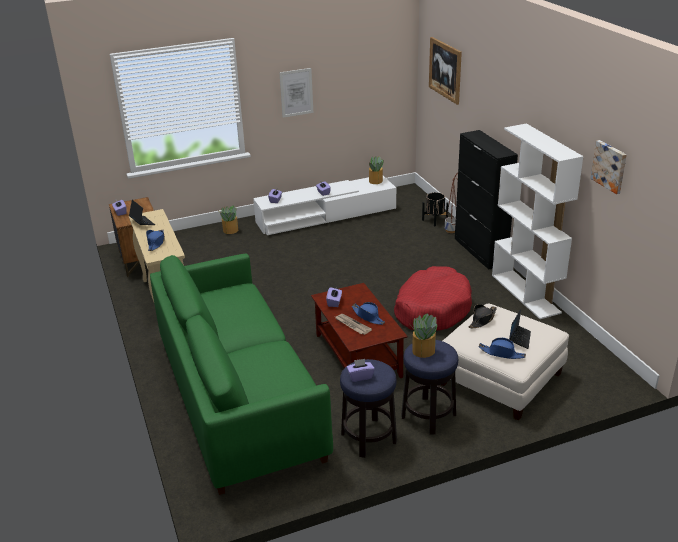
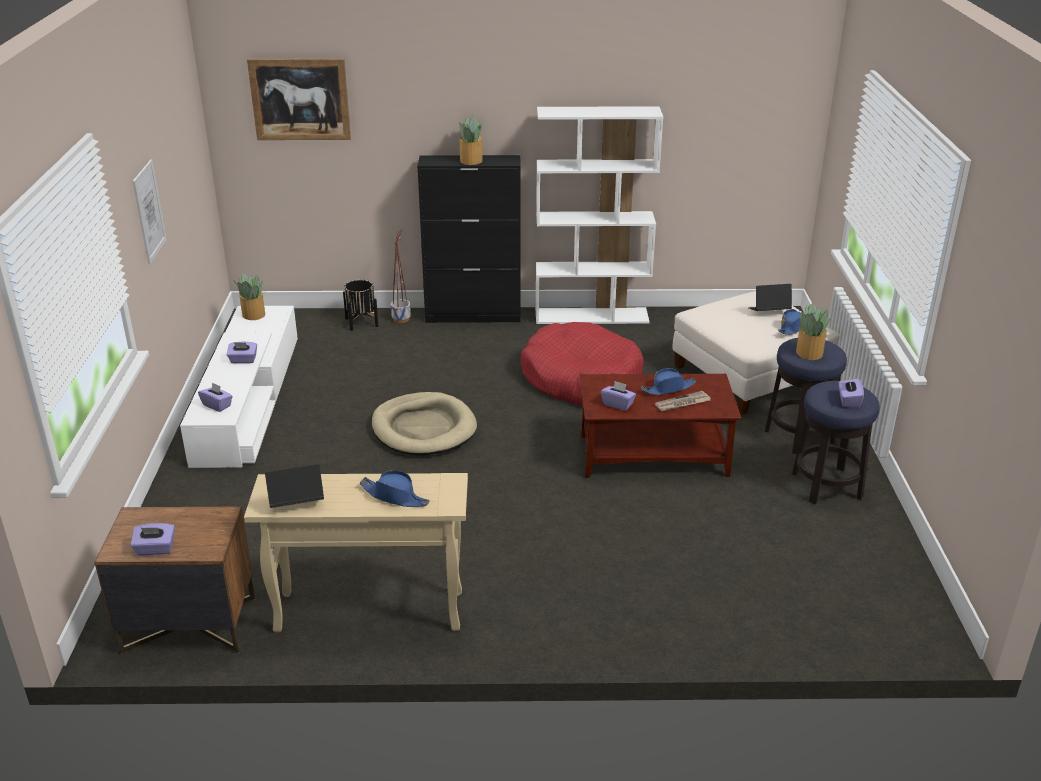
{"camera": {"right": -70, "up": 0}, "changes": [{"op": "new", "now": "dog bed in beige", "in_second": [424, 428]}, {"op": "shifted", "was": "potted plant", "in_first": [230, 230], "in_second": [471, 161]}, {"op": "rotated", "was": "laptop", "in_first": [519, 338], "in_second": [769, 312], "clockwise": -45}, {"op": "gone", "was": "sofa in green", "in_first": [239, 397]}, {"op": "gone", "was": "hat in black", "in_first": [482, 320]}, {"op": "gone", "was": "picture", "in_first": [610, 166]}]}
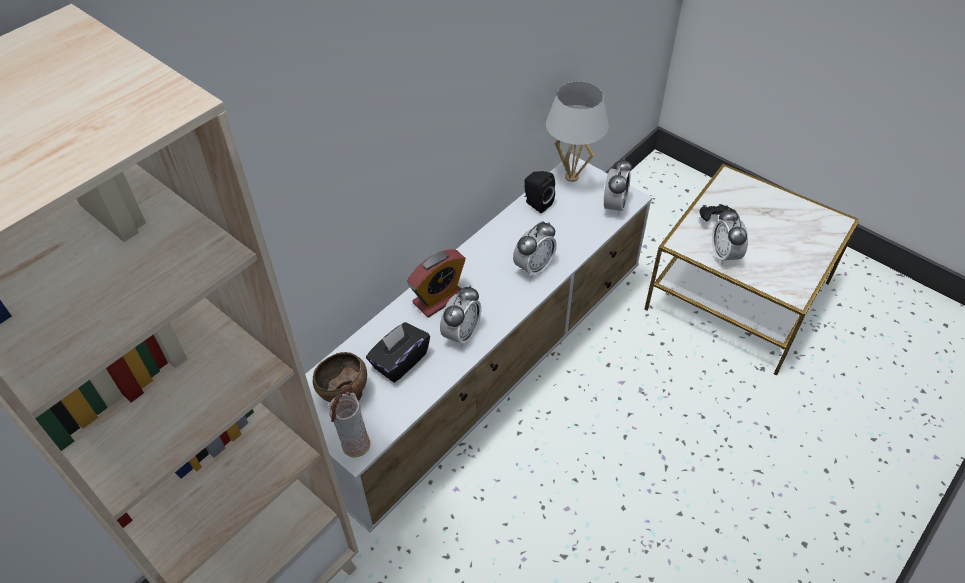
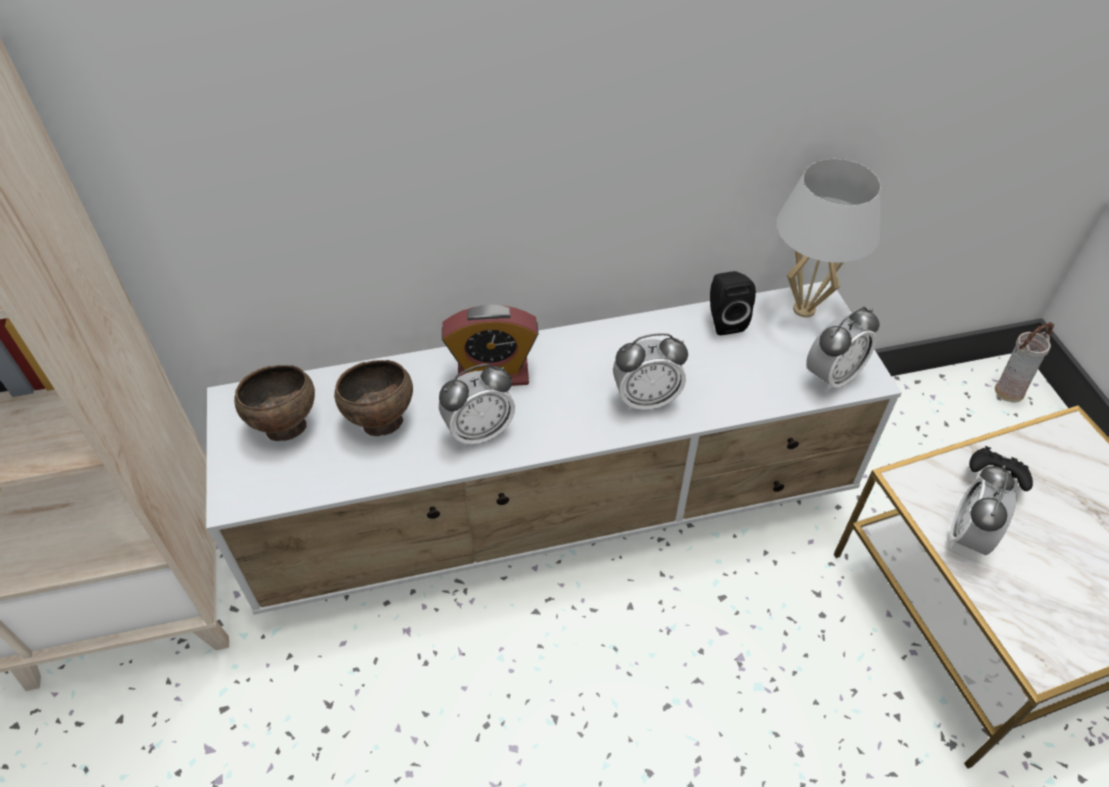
{"camera": {"right": 35, "up": 0}, "changes": [{"op": "swapped", "was": "tissue box in black", "now": "bowl in brown", "in_first": [399, 361], "in_second": [379, 422]}, {"op": "shifted", "was": "vase", "in_first": [354, 444], "in_second": [1007, 391]}]}
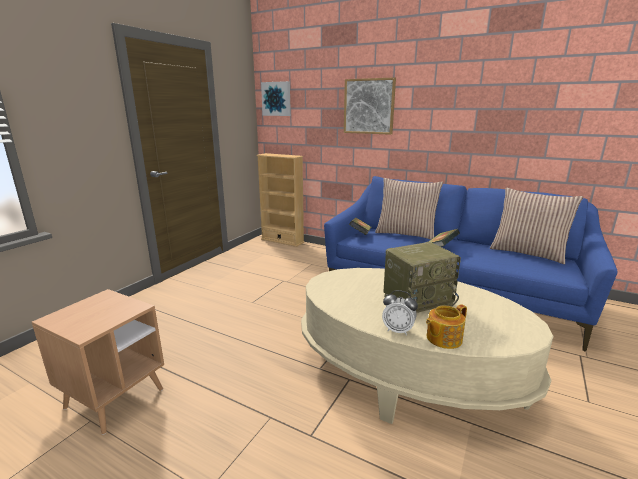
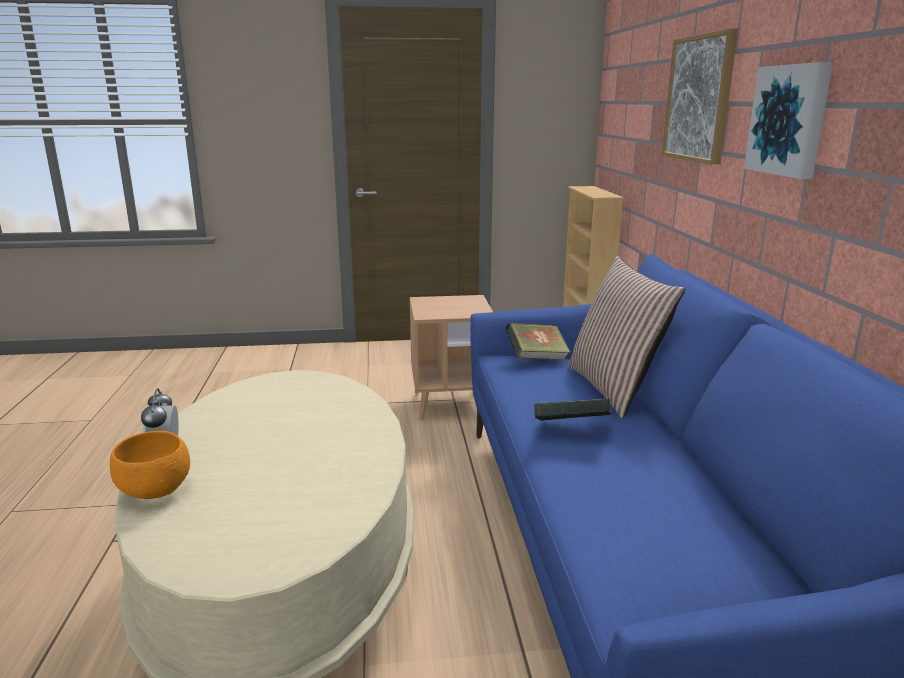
{"camera": {"right": 55, "up": 0}, "changes": [{"op": "swapped", "was": "teapot", "now": "bowl in orange", "in_first": [443, 338], "in_second": [157, 492]}, {"op": "shifted", "was": "side table in brown", "in_first": [115, 398], "in_second": [450, 404]}, {"op": "shifted", "was": "picture", "in_first": [276, 99], "in_second": [790, 120]}, {"op": "gone", "was": "radio", "in_first": [418, 300]}, {"op": "gone", "was": "pillow", "in_first": [528, 253]}]}
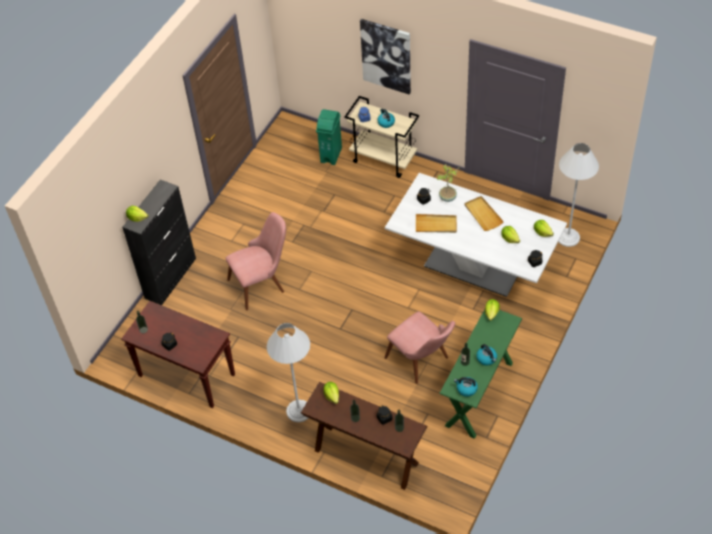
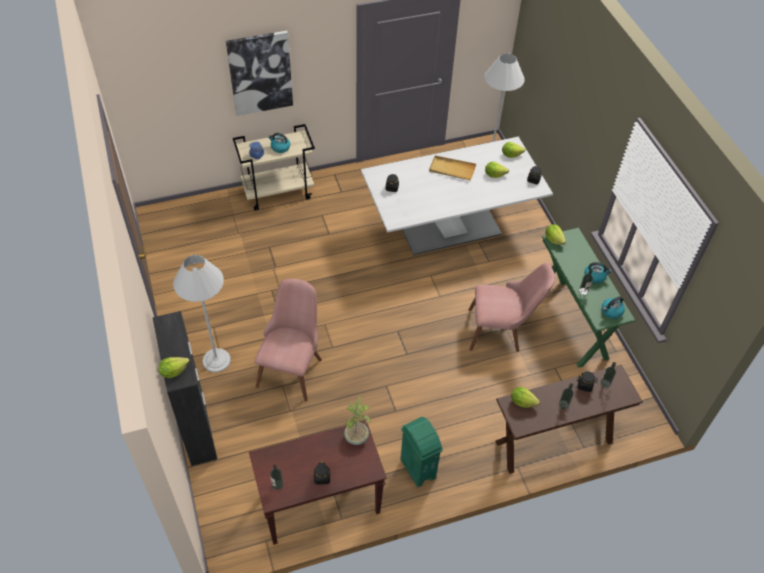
{"camera": {"right": -50, "up": 0}, "changes": [{"op": "shifted", "was": "floor lamp in white", "in_first": [299, 411], "in_second": [216, 360]}, {"op": "shifted", "was": "potted plant", "in_first": [448, 198], "in_second": [357, 437]}, {"op": "shifted", "was": "trash can in green", "in_first": [331, 155], "in_second": [417, 468]}, {"op": "gone", "was": "tray in beige", "in_first": [436, 225]}]}
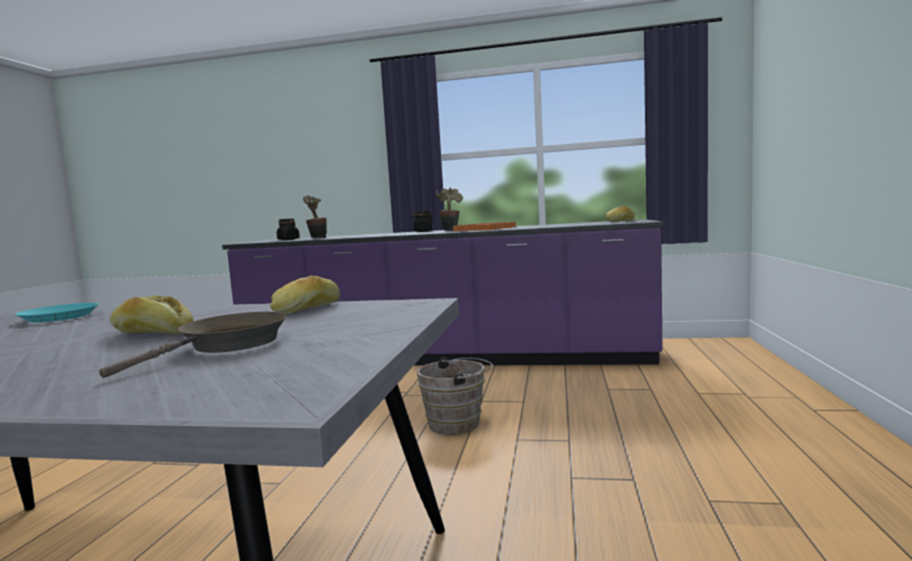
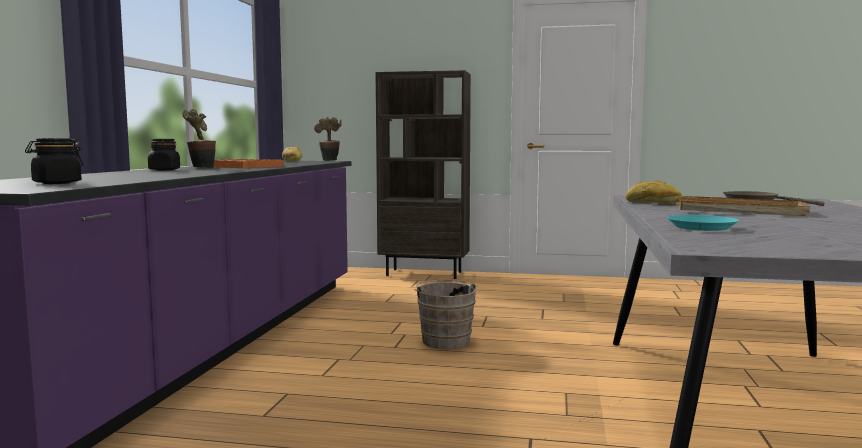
{"camera": {"right": -90, "up": 0}, "changes": [{"op": "shifted", "was": "potted plant", "in_first": [317, 238], "in_second": [329, 161]}, {"op": "new", "now": "bookcase in brown", "in_second": [425, 274]}, {"op": "swapped", "was": "bread", "now": "tray in beige", "in_first": [153, 333], "in_second": [740, 211]}]}
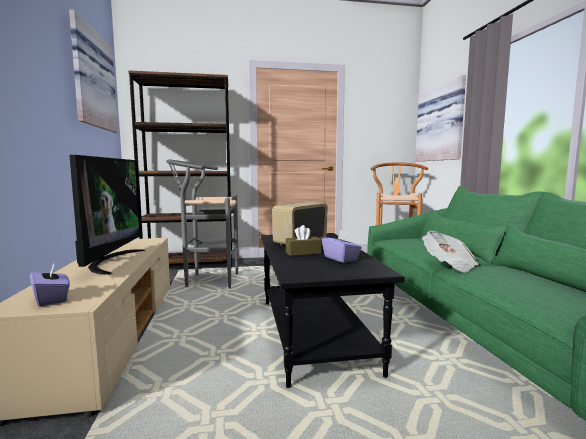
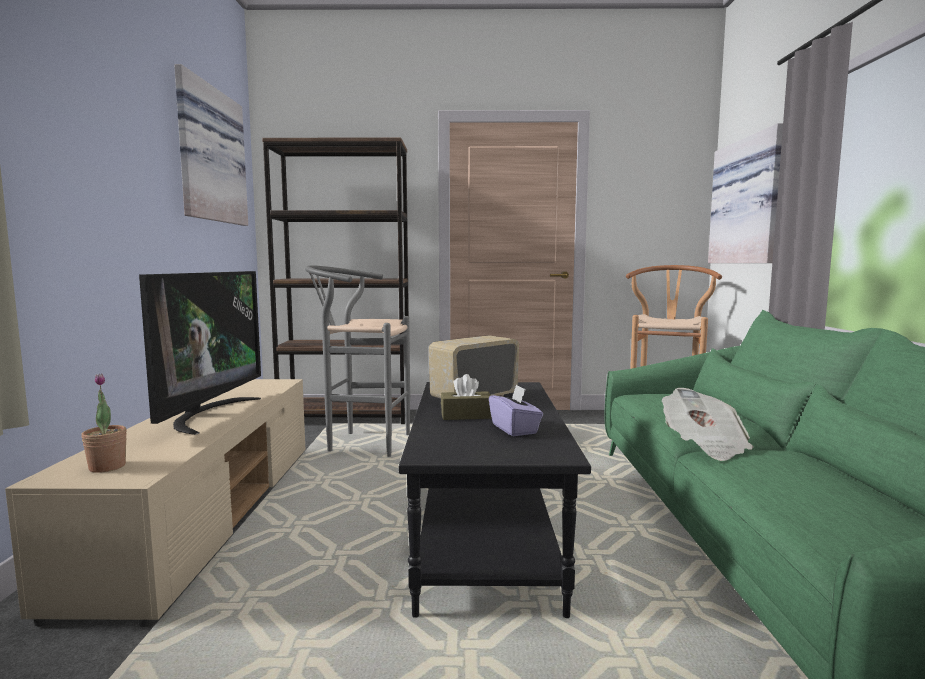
{"camera": {"right": 10, "up": 0}, "changes": [{"op": "swapped", "was": "tissue box in purple", "now": "potted plant", "in_first": [51, 299], "in_second": [107, 467]}]}
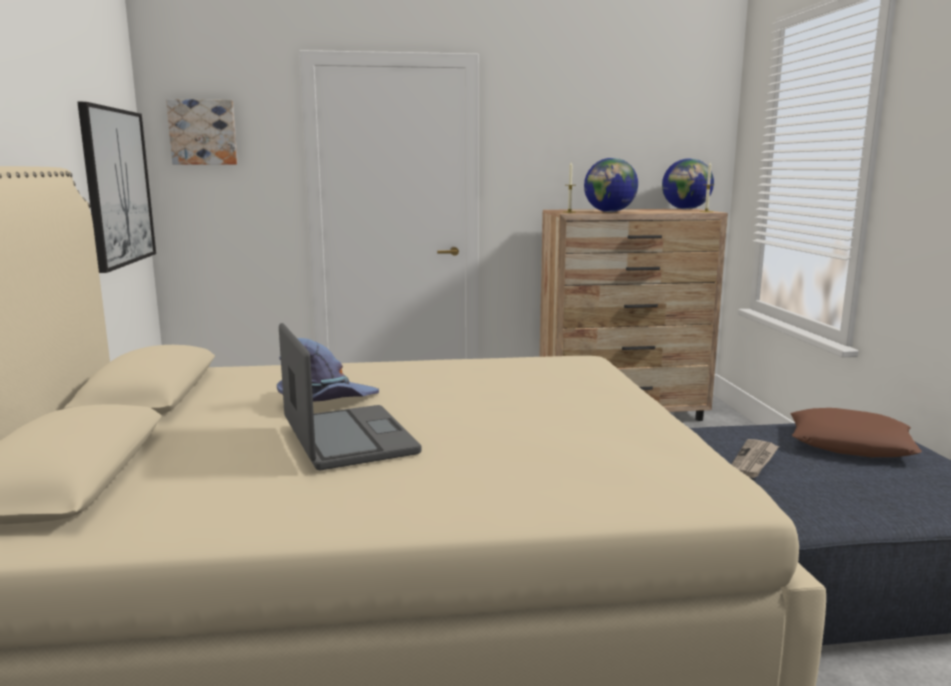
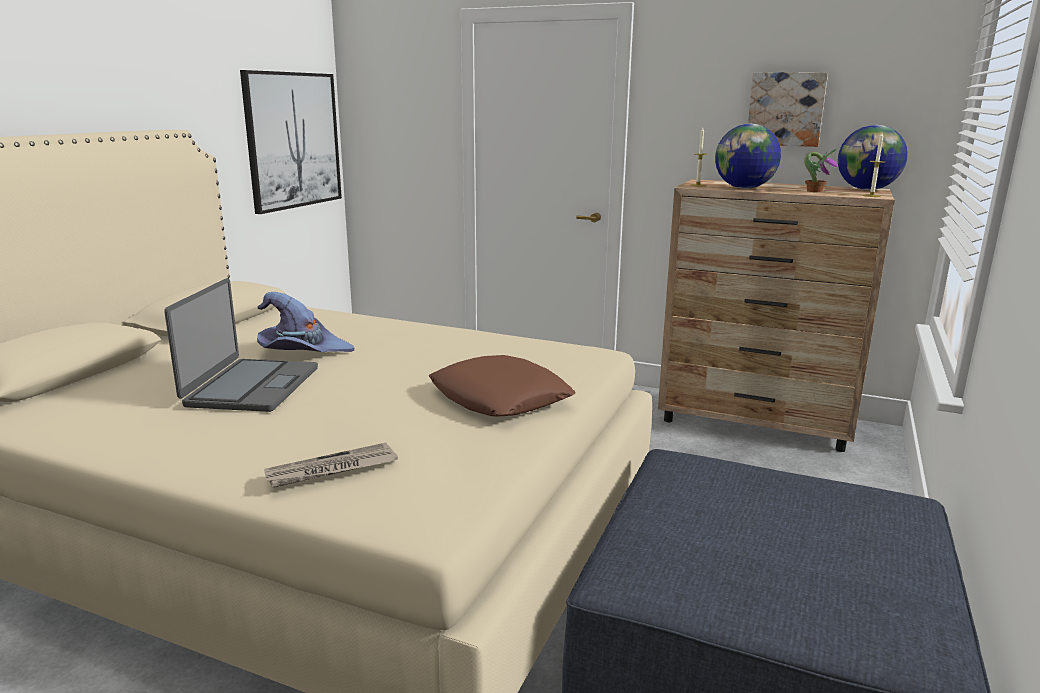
{"camera": {"right": 30, "up": 5}, "changes": [{"op": "shifted", "was": "newspaper", "in_first": [754, 461], "in_second": [331, 470]}, {"op": "shifted", "was": "pillow in brown", "in_first": [850, 444], "in_second": [500, 398]}, {"op": "shifted", "was": "picture", "in_first": [203, 132], "in_second": [786, 109]}, {"op": "new", "now": "potted plant", "in_second": [814, 191]}]}
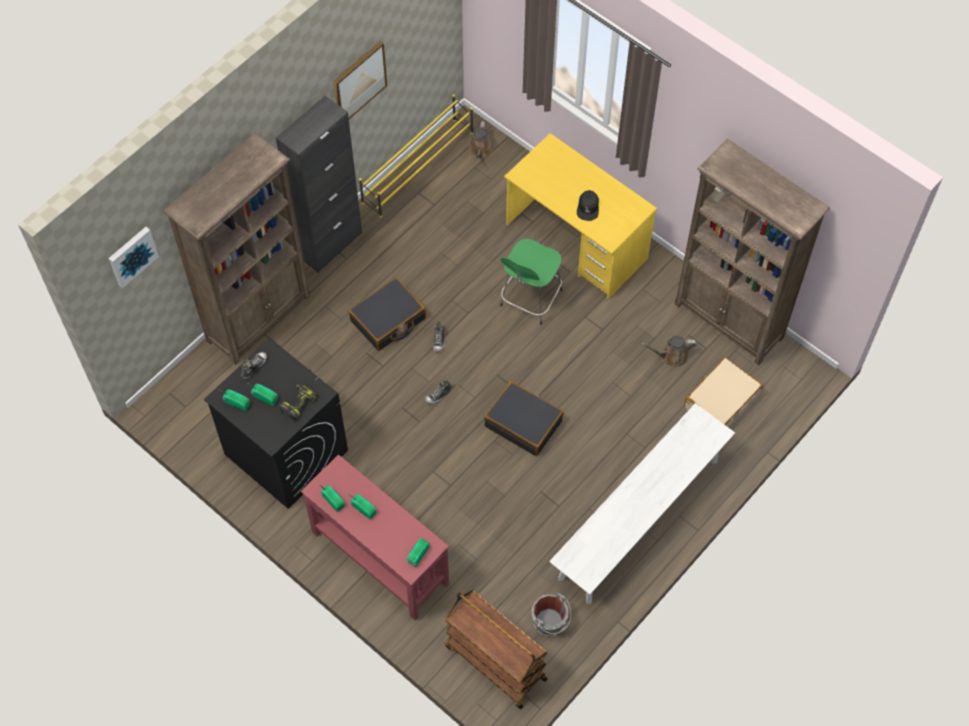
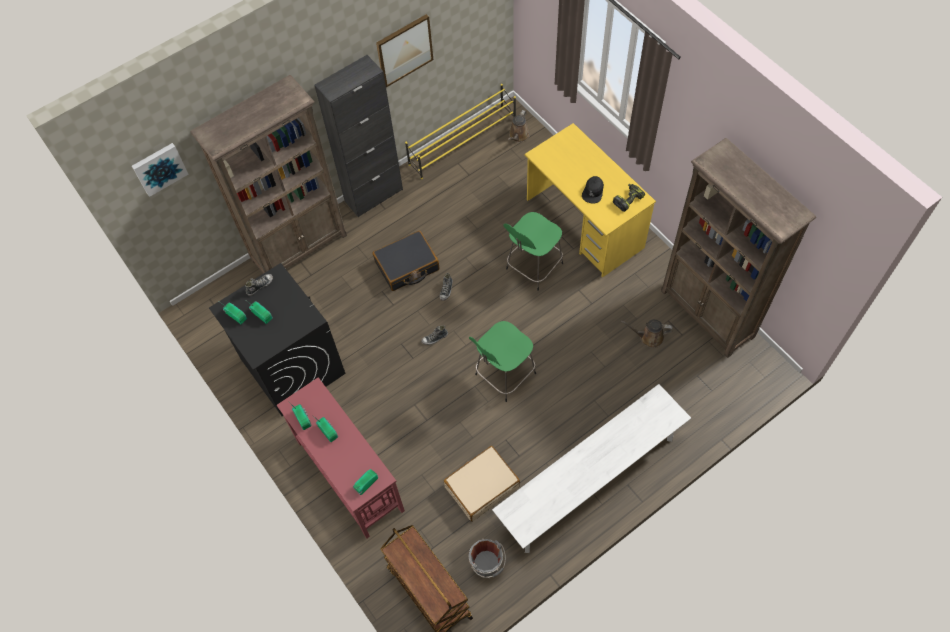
{"camera": {"right": 15, "up": 0}, "changes": [{"op": "shifted", "was": "suitcase in beige", "in_first": [721, 401], "in_second": [481, 486]}, {"op": "swapped", "was": "suitcase in black", "now": "stool in green", "in_first": [523, 423], "in_second": [503, 375]}, {"op": "shifted", "was": "power drill", "in_first": [298, 403], "in_second": [628, 199]}]}
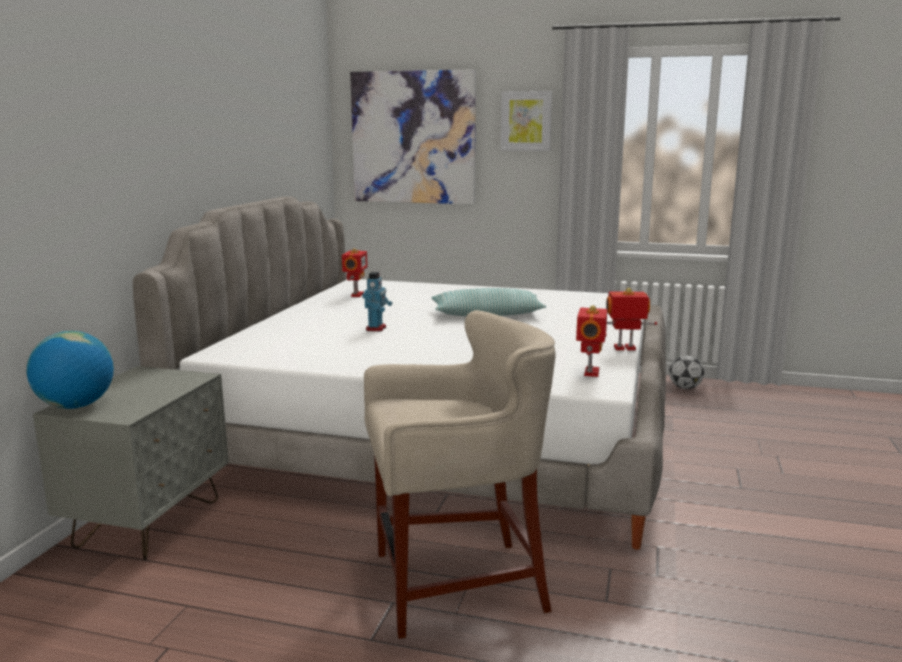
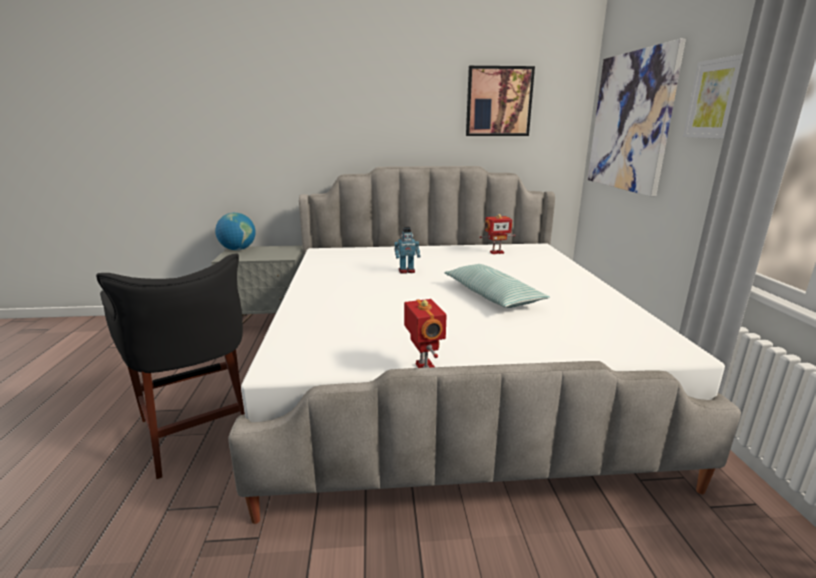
{"camera": {"right": 70, "up": 5}, "changes": [{"op": "repainted", "was": "stool in beige", "now": "stool in black", "in_first": [456, 584], "in_second": [200, 429]}, {"op": "new", "now": "picture", "in_second": [498, 102]}, {"op": "gone", "was": "toy robot", "in_first": [589, 372]}, {"op": "gone", "was": "football", "in_first": [685, 388]}]}
